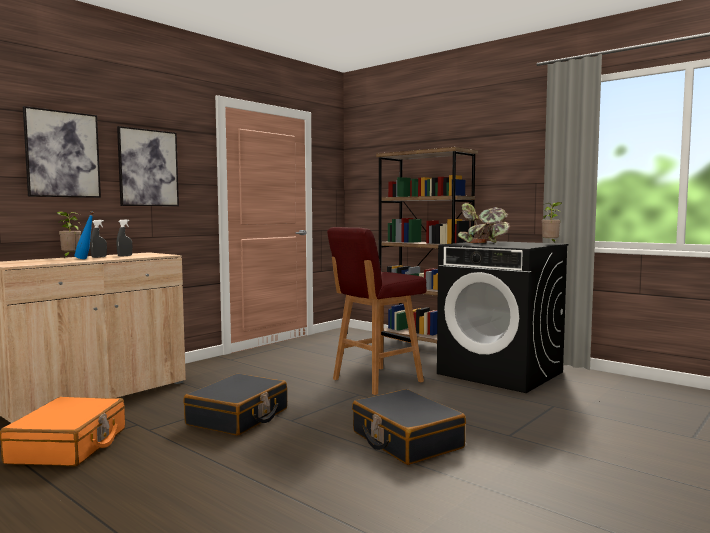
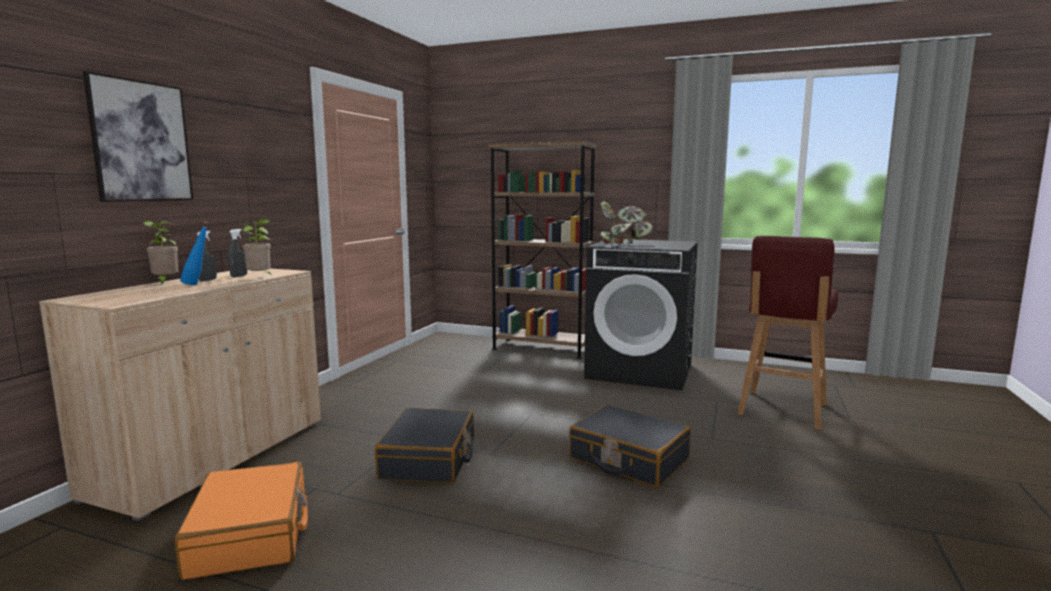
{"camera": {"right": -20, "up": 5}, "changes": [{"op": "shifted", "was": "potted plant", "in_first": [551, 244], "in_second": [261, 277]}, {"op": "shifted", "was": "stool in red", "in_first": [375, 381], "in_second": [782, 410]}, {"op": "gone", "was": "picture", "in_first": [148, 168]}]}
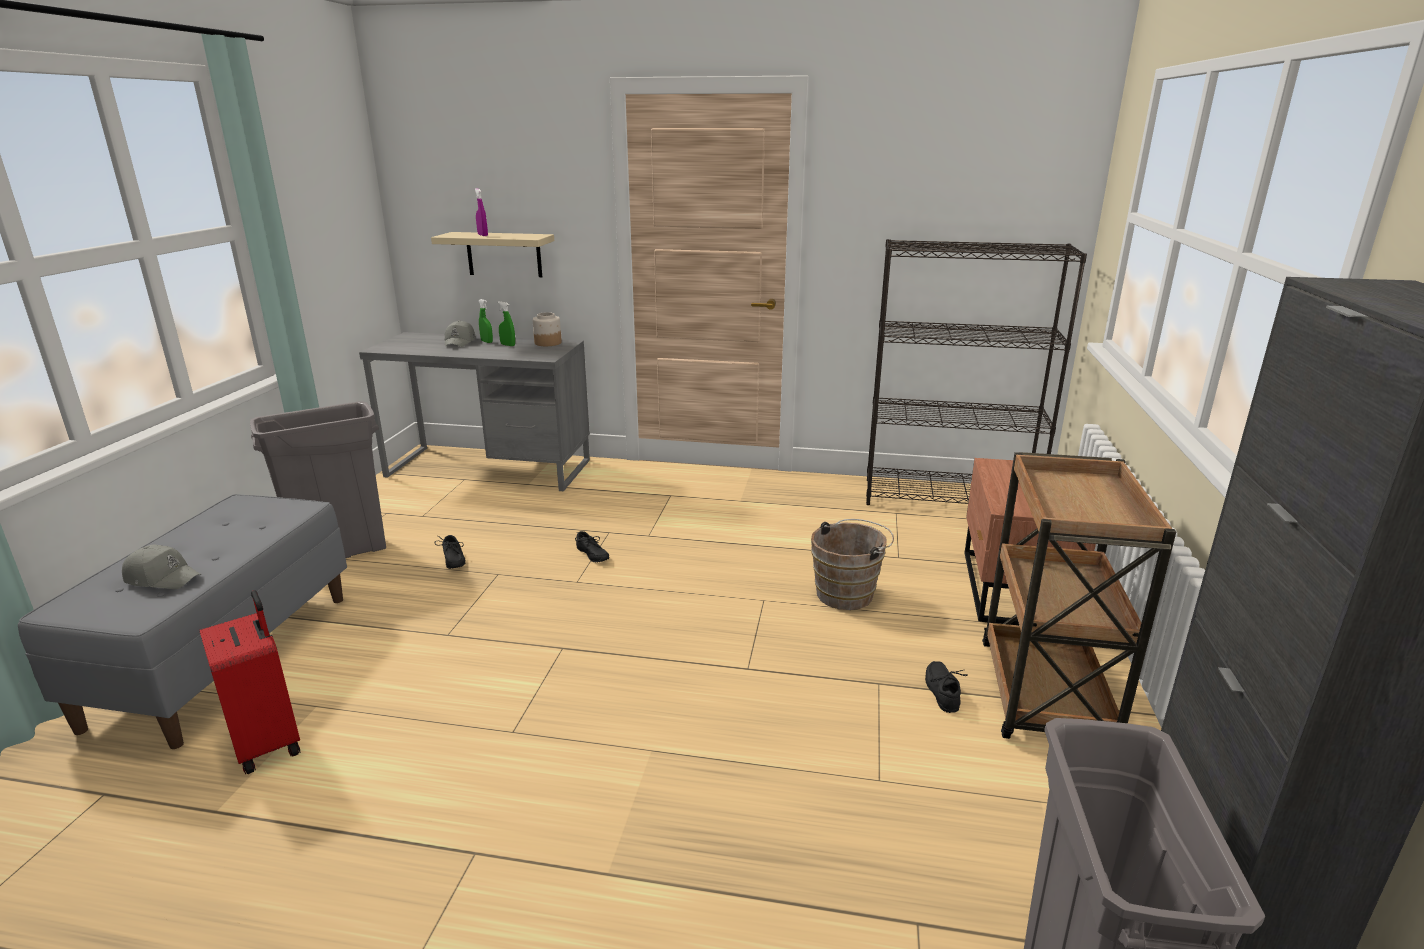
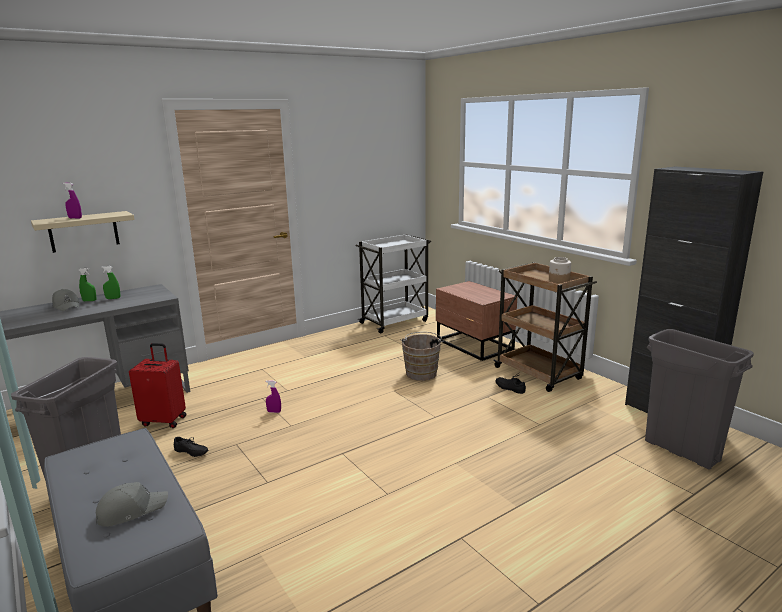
{"camera": {"right": -45, "up": -5}, "changes": [{"op": "shifted", "was": "suitcase in red", "in_first": [269, 742], "in_second": [164, 420]}, {"op": "swapped", "was": "shoe in black", "now": "spray bottle in purple", "in_first": [591, 555], "in_second": [274, 412]}, {"op": "swapped", "was": "bookcase in black", "now": "cart in white", "in_first": [949, 497], "in_second": [395, 321]}, {"op": "shifted", "was": "jar", "in_first": [547, 343], "in_second": [559, 280]}]}
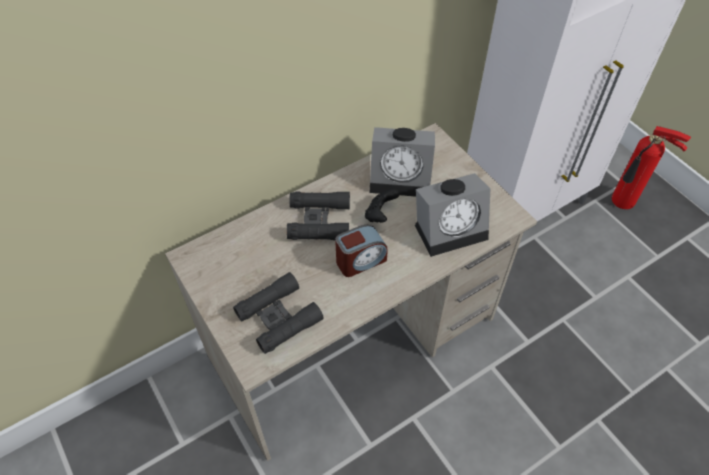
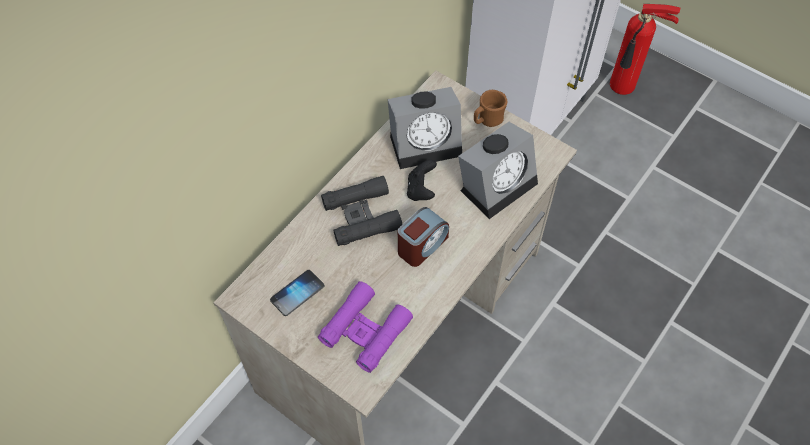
{"camera": {"right": -20, "up": 5}, "changes": [{"op": "new", "now": "phone", "in_second": [297, 293]}, {"op": "repainted", "was": "binoculars in black", "now": "binoculars in purple", "in_first": [278, 317], "in_second": [365, 330]}, {"op": "new", "now": "mug in brown", "in_second": [487, 120]}]}
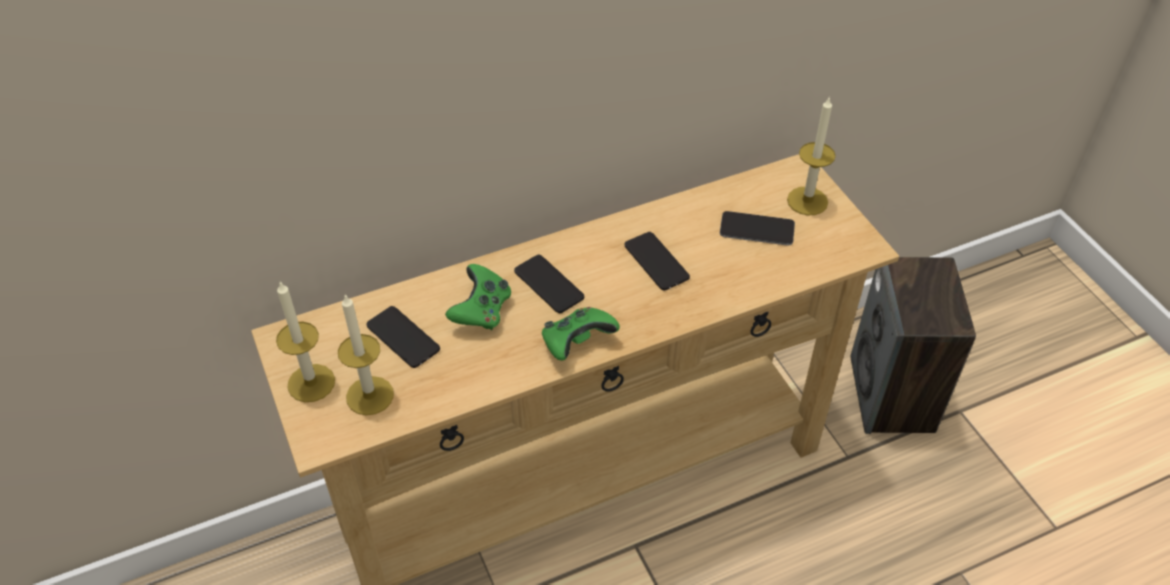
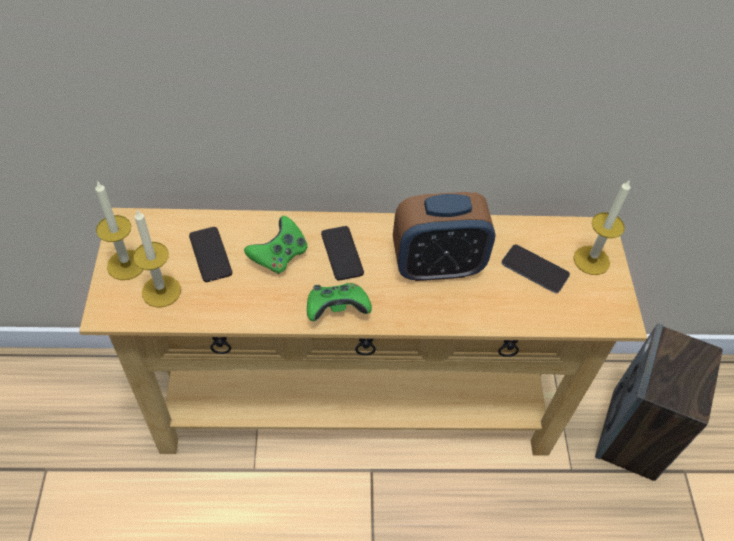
{"camera": {"right": 20, "up": 5}, "changes": [{"op": "swapped", "was": "phone", "now": "alarm clock", "in_first": [656, 261], "in_second": [437, 266]}]}
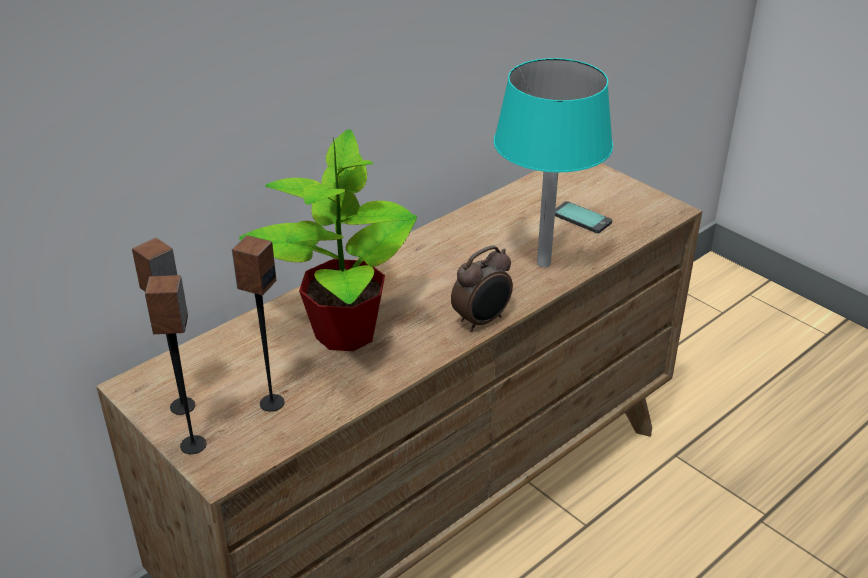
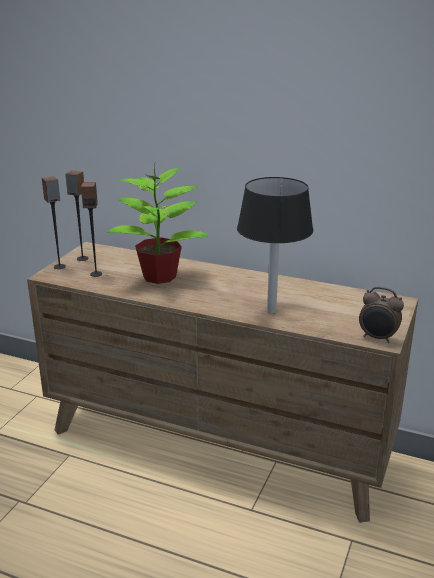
{"camera": {"right": 65, "up": -10}, "changes": [{"op": "repainted", "was": "table lamp in turquoise", "now": "table lamp in black", "in_first": [544, 263], "in_second": [271, 311]}, {"op": "shifted", "was": "alarm clock", "in_first": [482, 321], "in_second": [377, 338]}, {"op": "gone", "was": "phone", "in_first": [581, 218]}]}
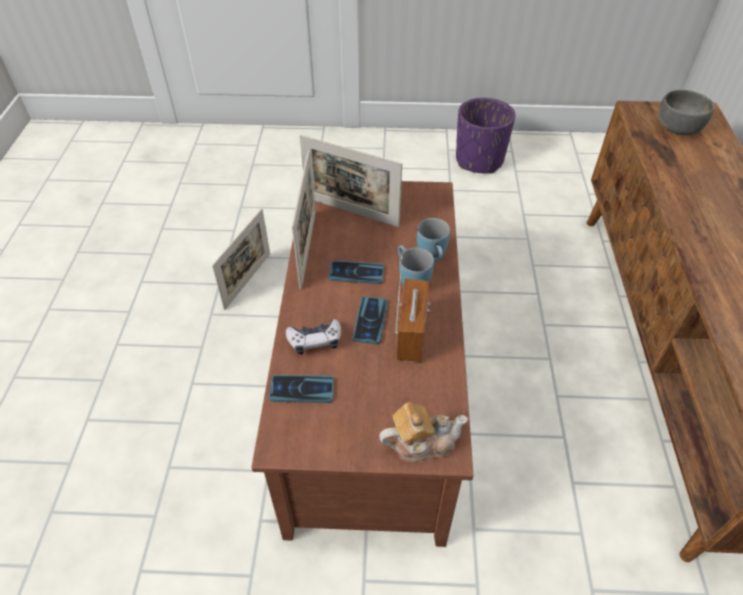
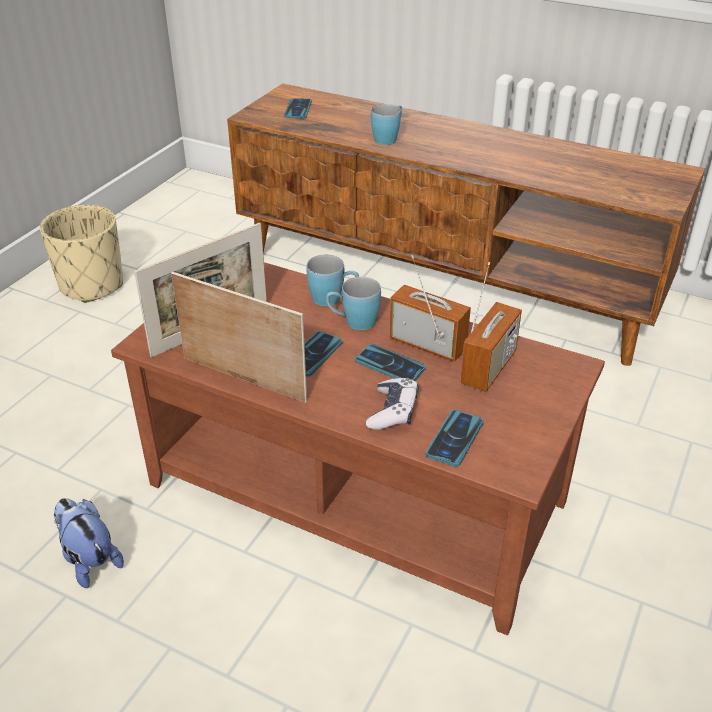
{"camera": {"right": -65, "up": -10}, "changes": [{"op": "repainted", "was": "planter in purple", "now": "planter in beige", "in_first": [479, 160], "in_second": [91, 285]}, {"op": "swapped", "was": "picture frame", "now": "plush toy", "in_first": [248, 280], "in_second": [89, 560]}, {"op": "swapped", "was": "bowl in grey", "now": "phone", "in_first": [678, 128], "in_second": [298, 109]}, {"op": "new", "now": "mug in blue", "in_second": [388, 138]}, {"op": "new", "now": "radio", "in_second": [488, 368]}, {"op": "gone", "was": "teapot", "in_first": [421, 442]}]}
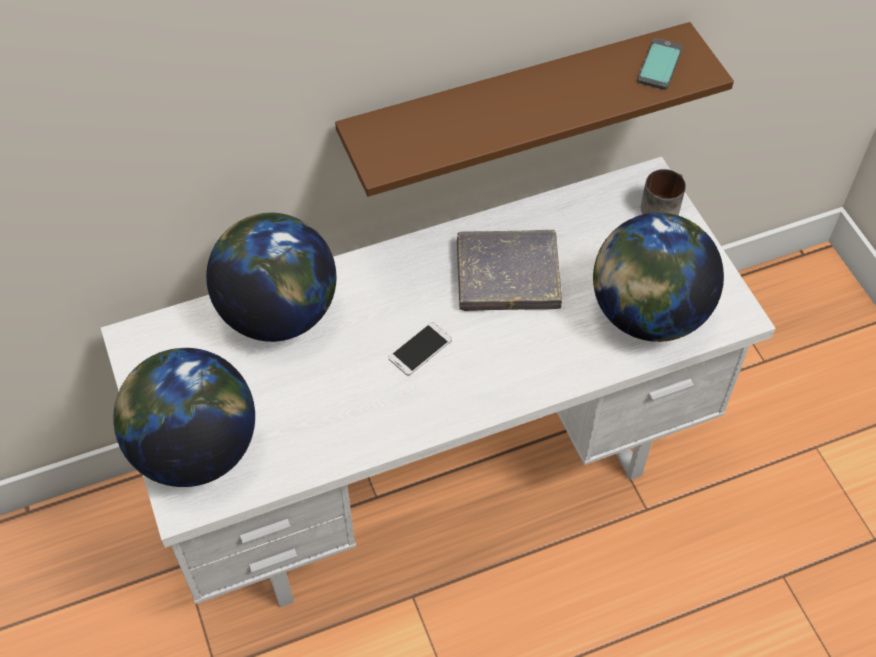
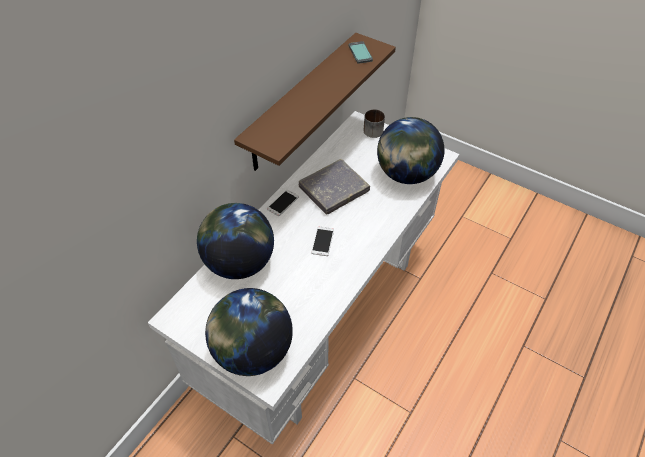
{"camera": {"right": -35, "up": -5}, "changes": [{"op": "new", "now": "phone", "in_second": [283, 203]}]}
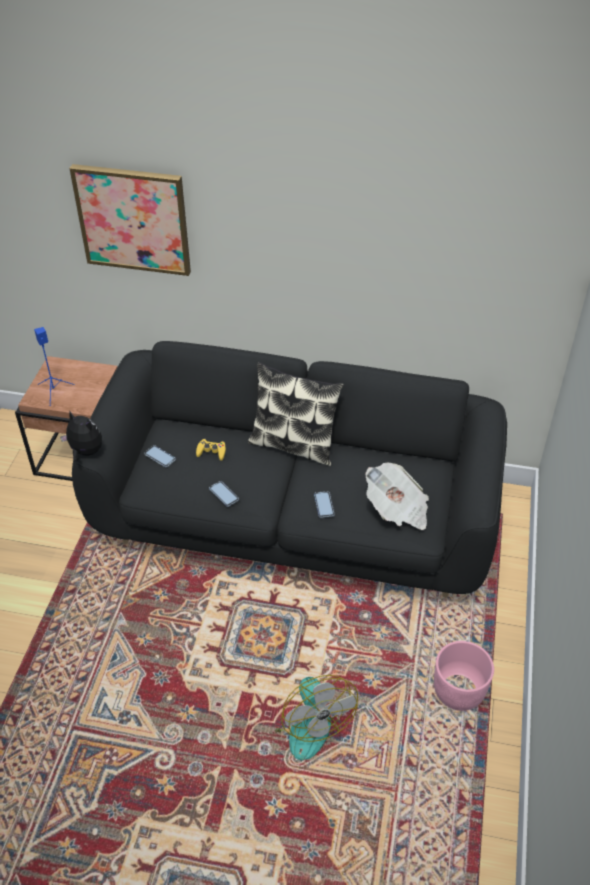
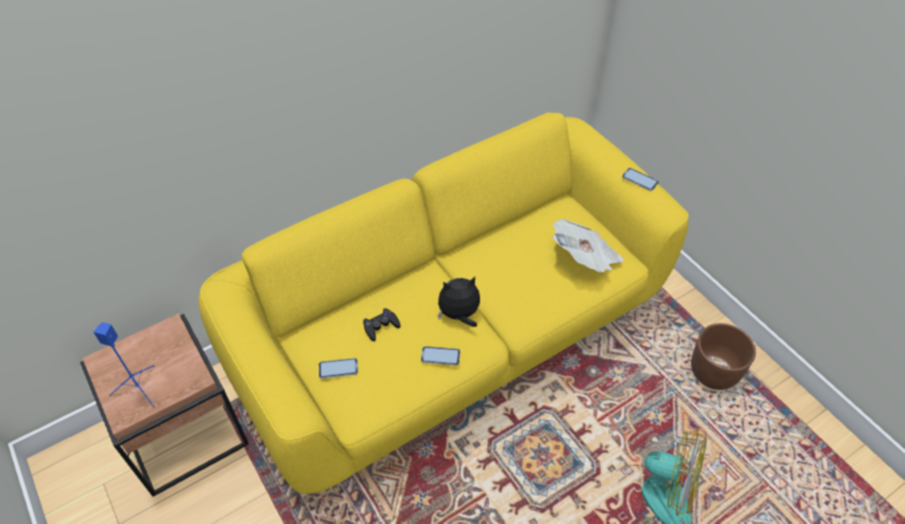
{"camera": {"right": -45, "up": 5}, "changes": [{"op": "repainted", "was": "sofa in black", "now": "sofa in yellow", "in_first": [294, 521], "in_second": [452, 340]}, {"op": "repainted", "was": "game controller in yellow", "now": "game controller in black", "in_first": [211, 452], "in_second": [381, 326]}, {"op": "shifted", "was": "plush toy", "in_first": [85, 452], "in_second": [459, 315]}, {"op": "shifted", "was": "phone", "in_first": [324, 505], "in_second": [640, 180]}, {"op": "repainted", "was": "planter in pink", "now": "planter in brown", "in_first": [459, 691], "in_second": [714, 372]}, {"op": "gone", "was": "picture", "in_first": [133, 219]}, {"op": "gone", "was": "pillow", "in_first": [294, 444]}]}
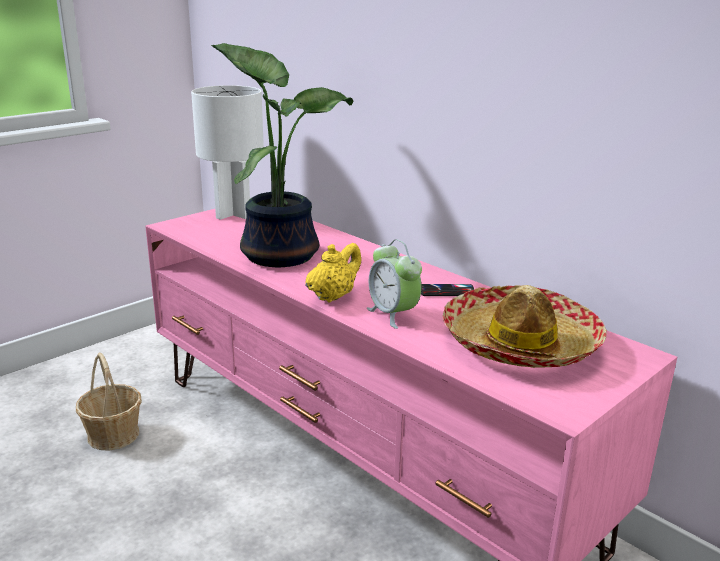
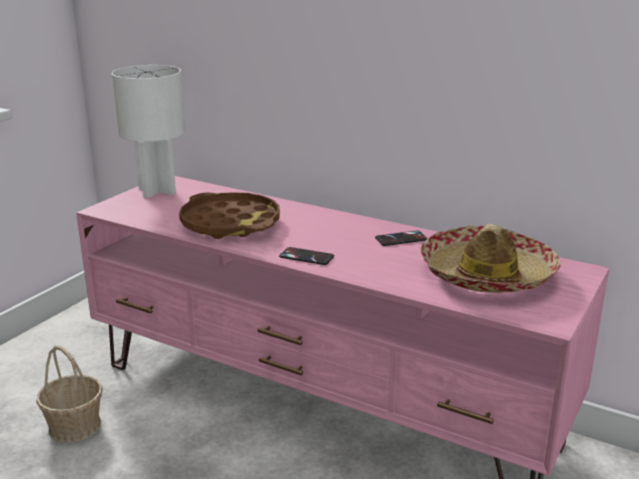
{"camera": {"right": -15, "up": 0}, "changes": [{"op": "swapped", "was": "potted plant", "now": "tray in brown", "in_first": [280, 253], "in_second": [230, 223]}, {"op": "swapped", "was": "teapot in yellow", "now": "phone", "in_first": [333, 296], "in_second": [306, 256]}, {"op": "gone", "was": "alarm clock", "in_first": [393, 314]}]}
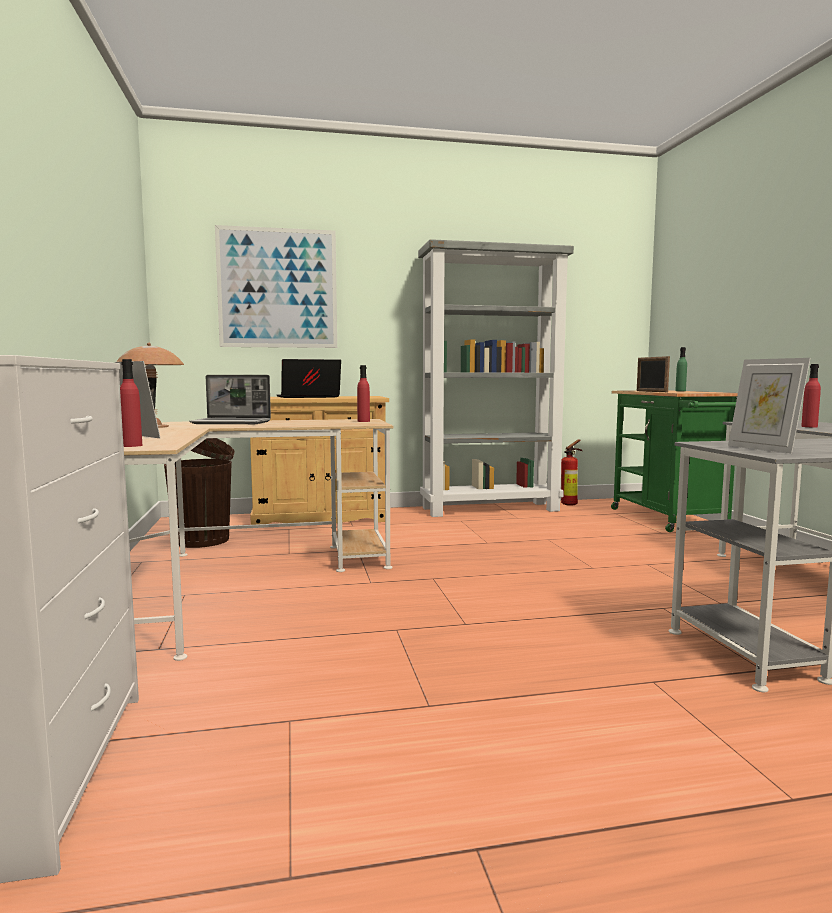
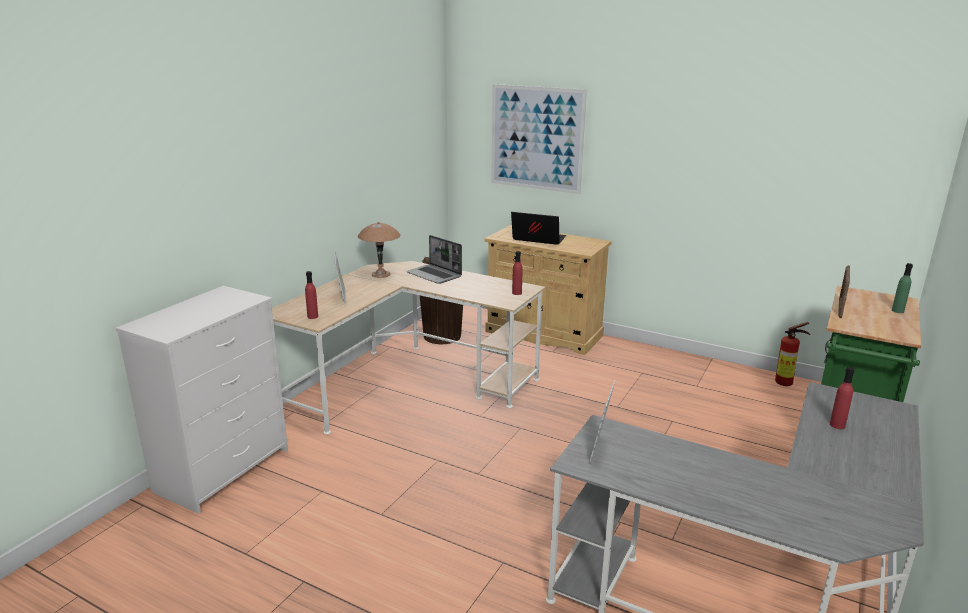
{"camera": {"right": 40, "up": 15}, "changes": [{"op": "gone", "was": "bookcase in grey", "in_first": [491, 509]}]}
